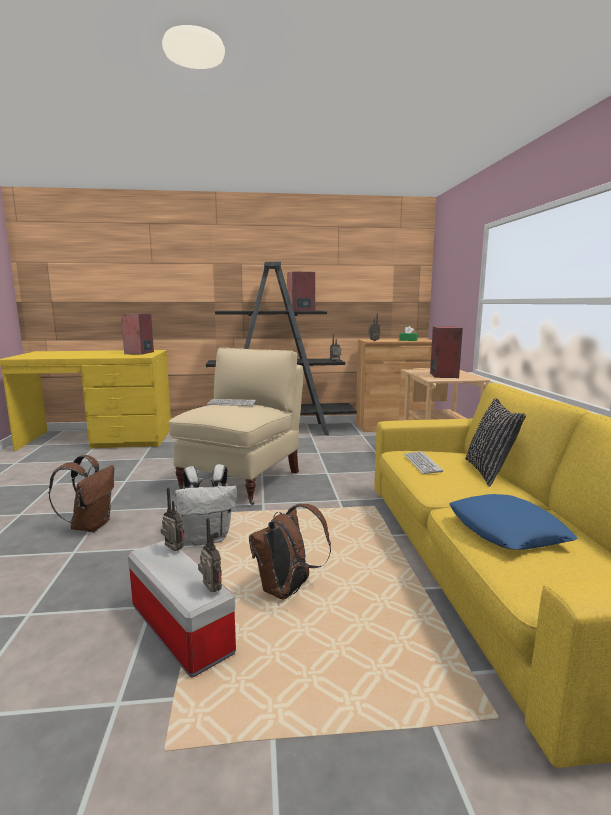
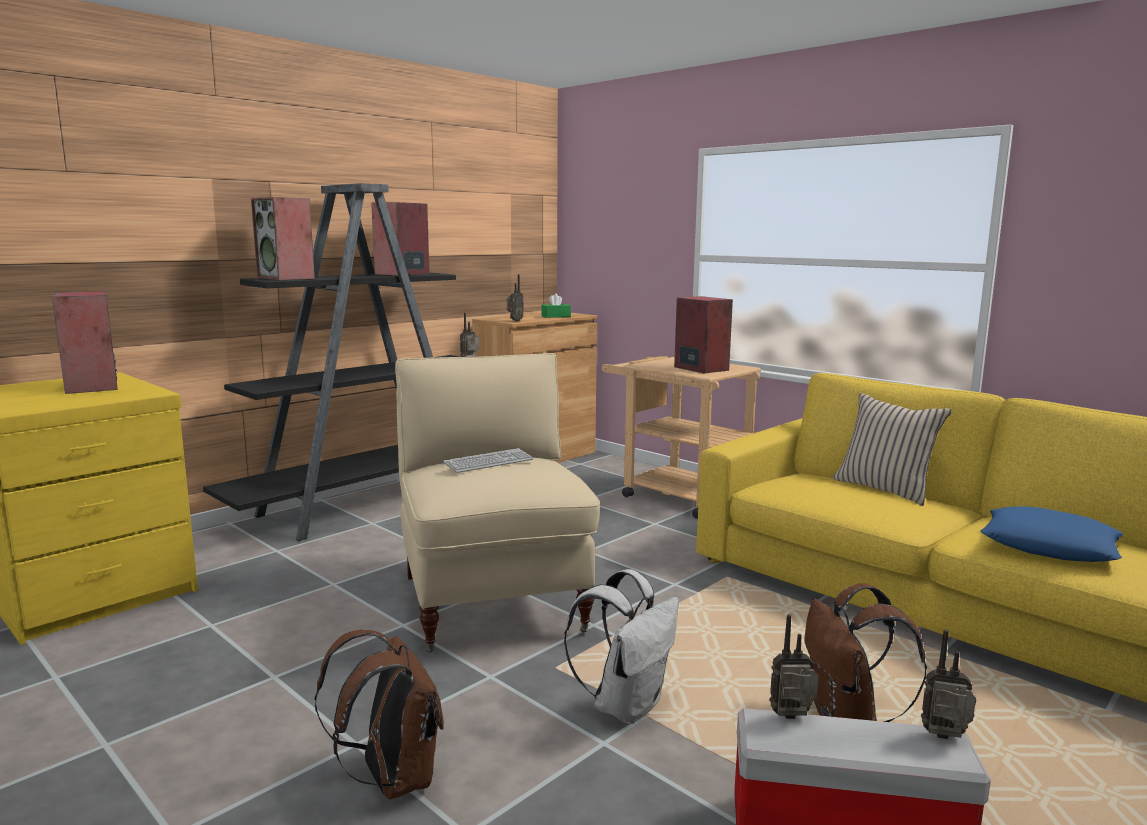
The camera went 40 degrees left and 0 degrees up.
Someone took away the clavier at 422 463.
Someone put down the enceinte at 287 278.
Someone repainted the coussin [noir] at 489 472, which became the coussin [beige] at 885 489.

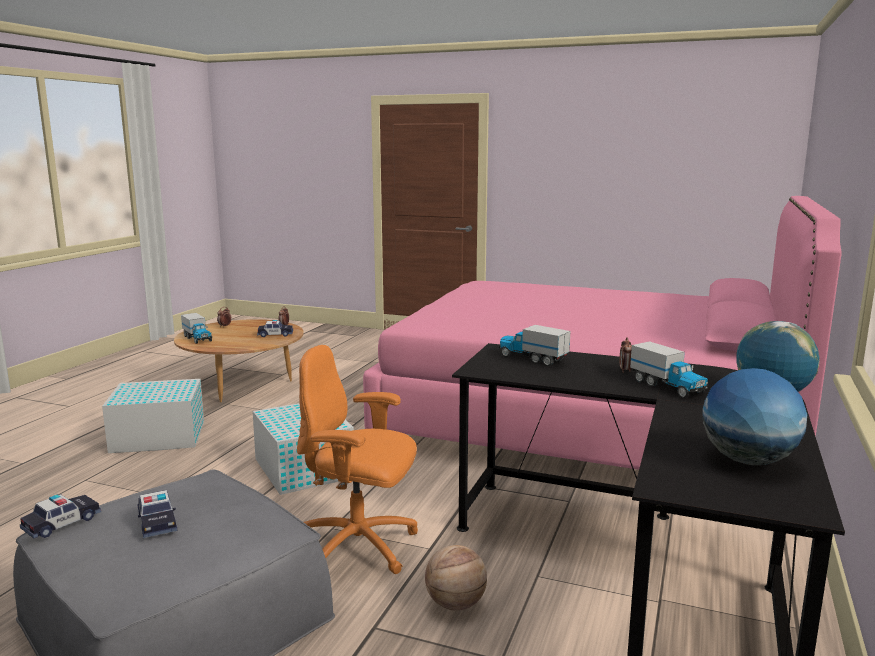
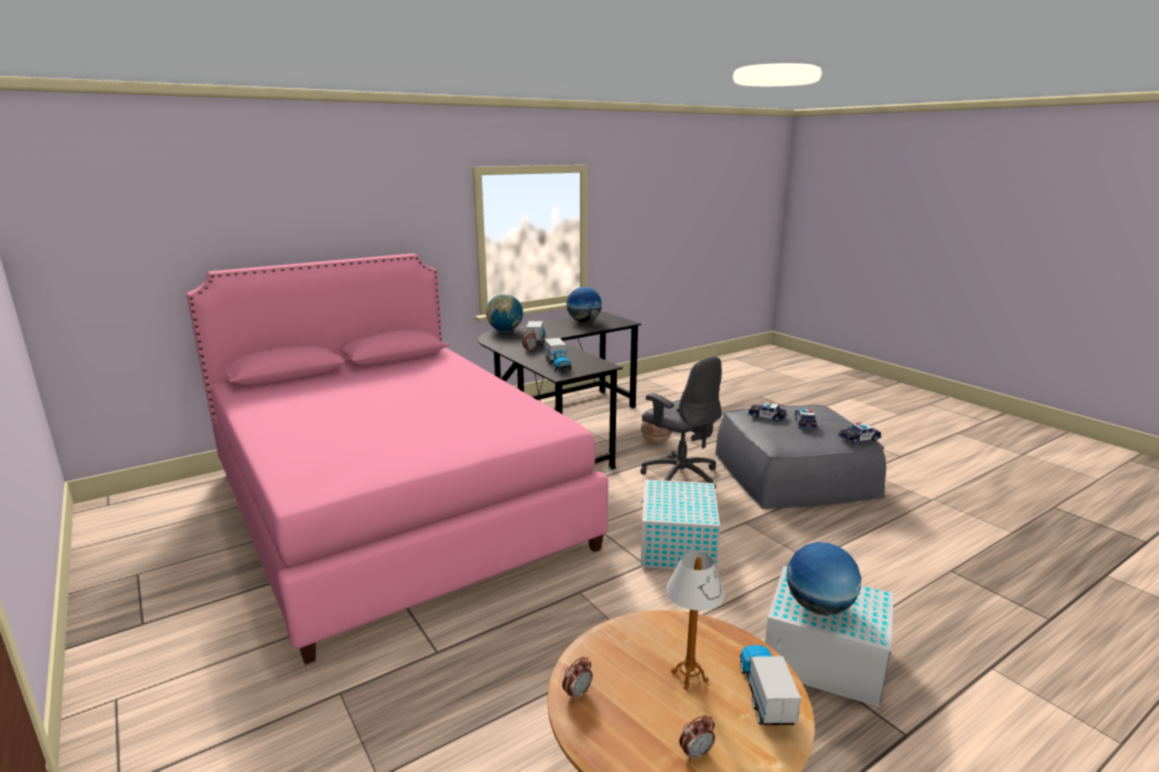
The camera went 145 degrees left and 5 degrees up.
Someone put down the lampe de table at 689 676.
Someone put down the globe at 818 607.
Someone carried the petite voiture from 275 334 to 767 417.
Someone repainted the chaise de bureau [orange] at 359 547, which became the chaise de bureau [gris] at 680 476.

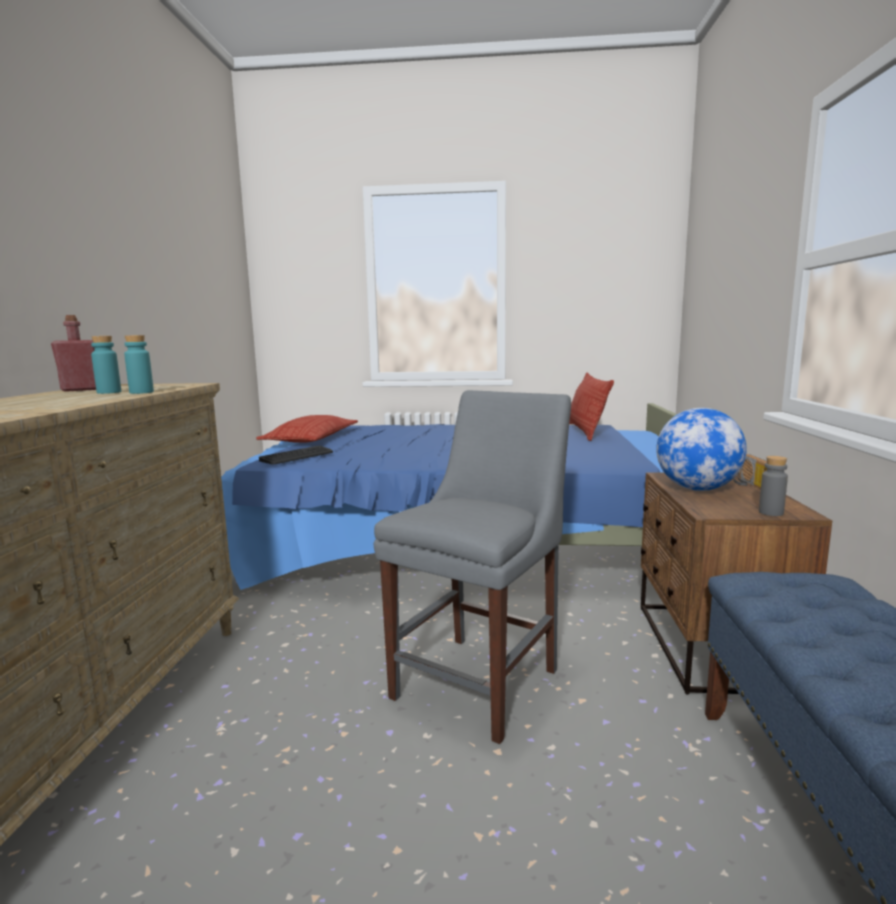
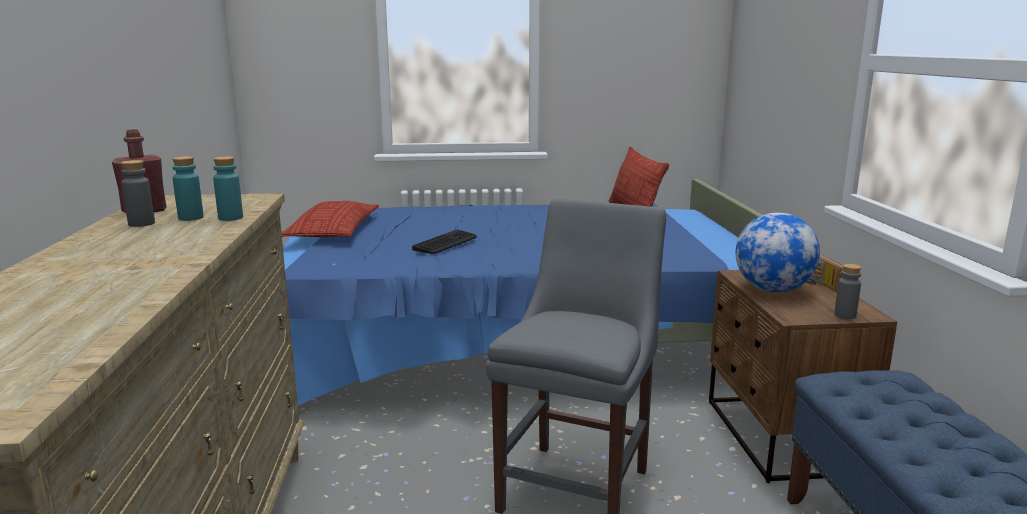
The camera went 10 degrees left and 5 degrees up.
Someone put down the bouteille [gris] at 141 224.
Someone carried the clavier from 297 456 to 446 243.

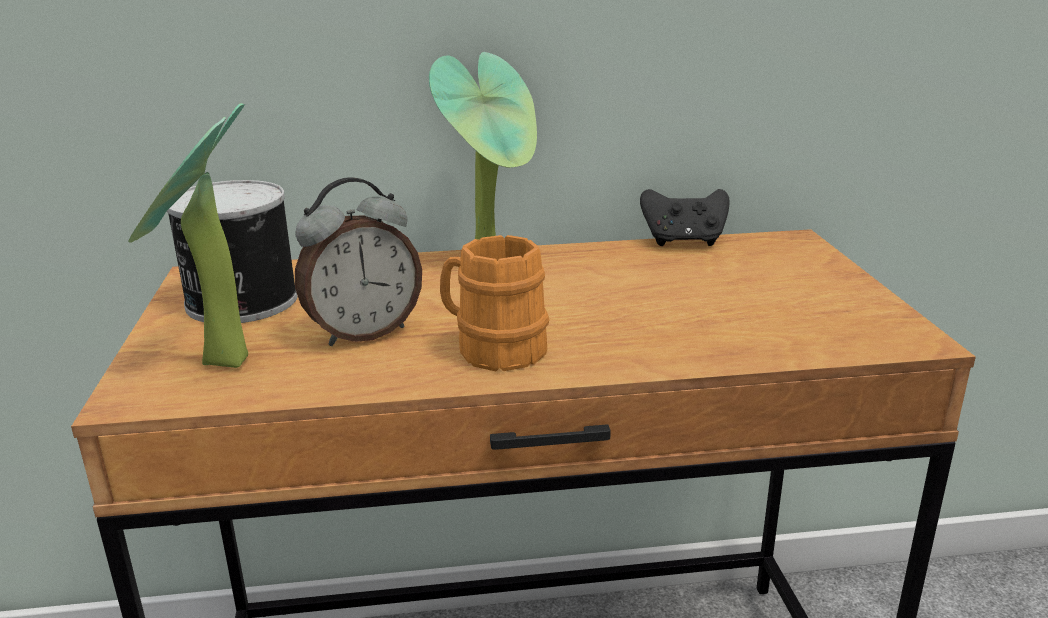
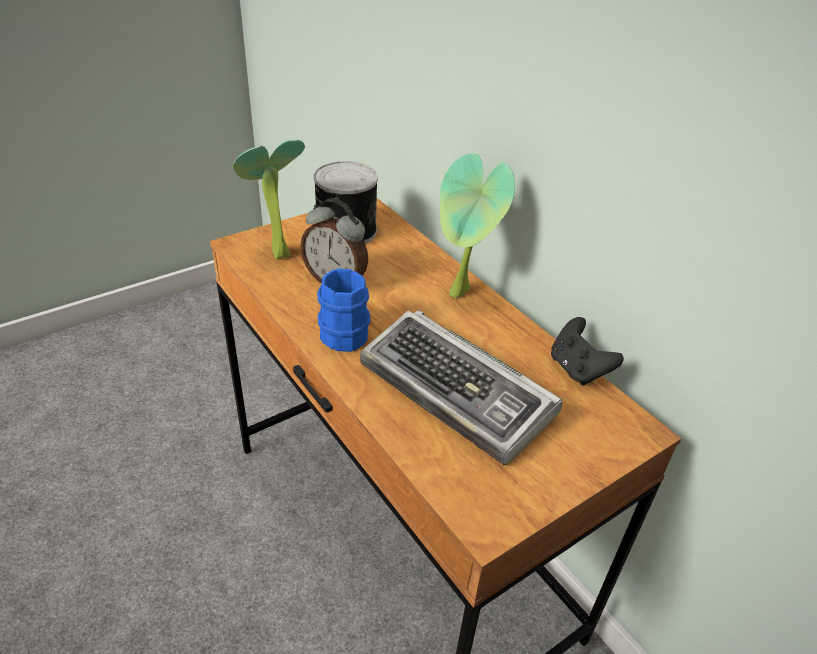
The camera went 60 degrees right and 15 degrees up.
Someone put down the clavier at 458 392.
Someone repainted the mug [orange] at 492 349, which became the mug [bleu] at 345 330.

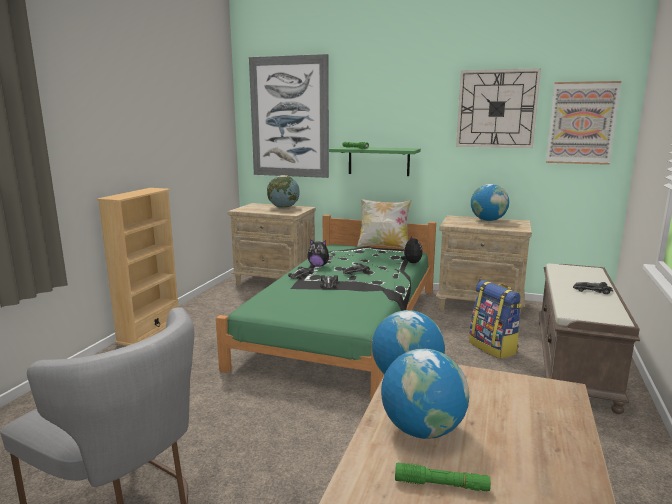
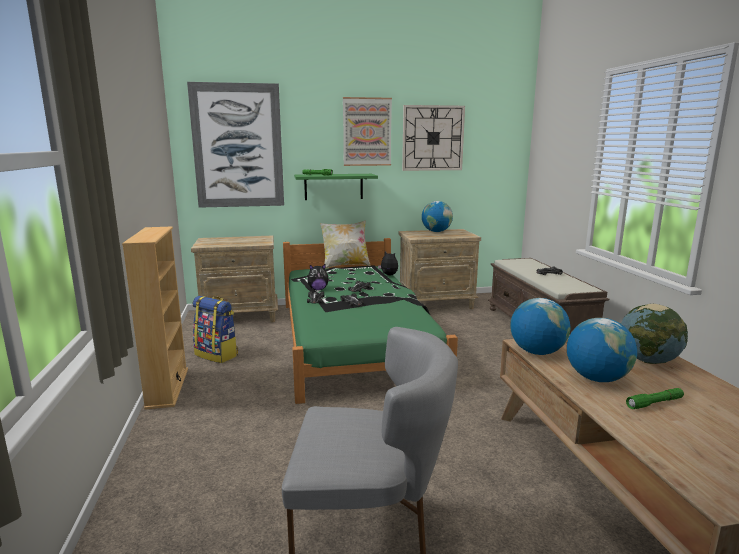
The camera went 30 degrees left and 0 degrees up.
Someone carried the globe from 283 207 to 648 360.
Someone carried the sac à dos from 493 347 to 217 355.
Someone carried the tableau from 581 123 to 367 132.

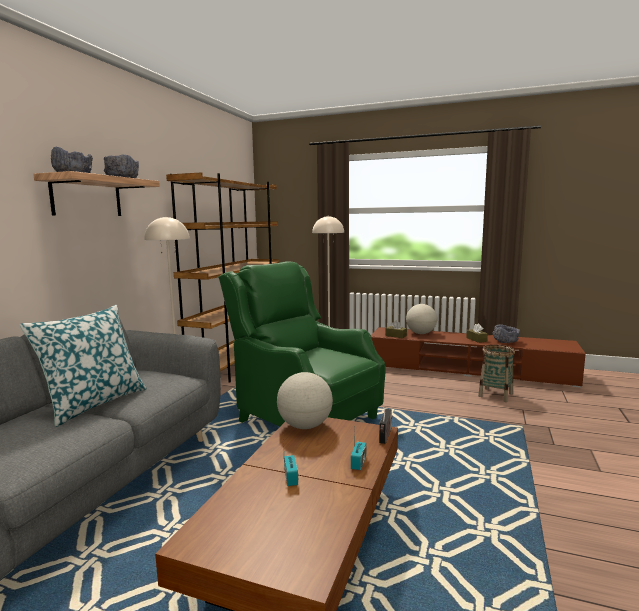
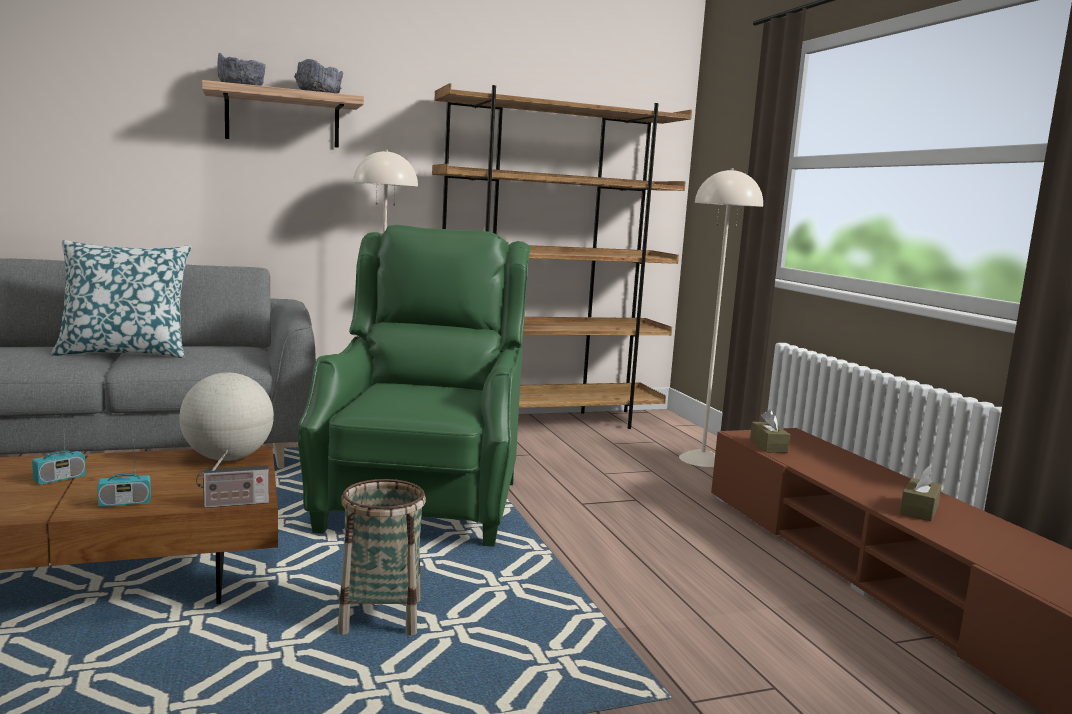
The camera went 50 degrees right and 0 degrees up.
Someone took away the globe at 421 333.
Someone took away the bol [gris] at 505 341.
Someone carried the panier from 495 395 to 380 617.

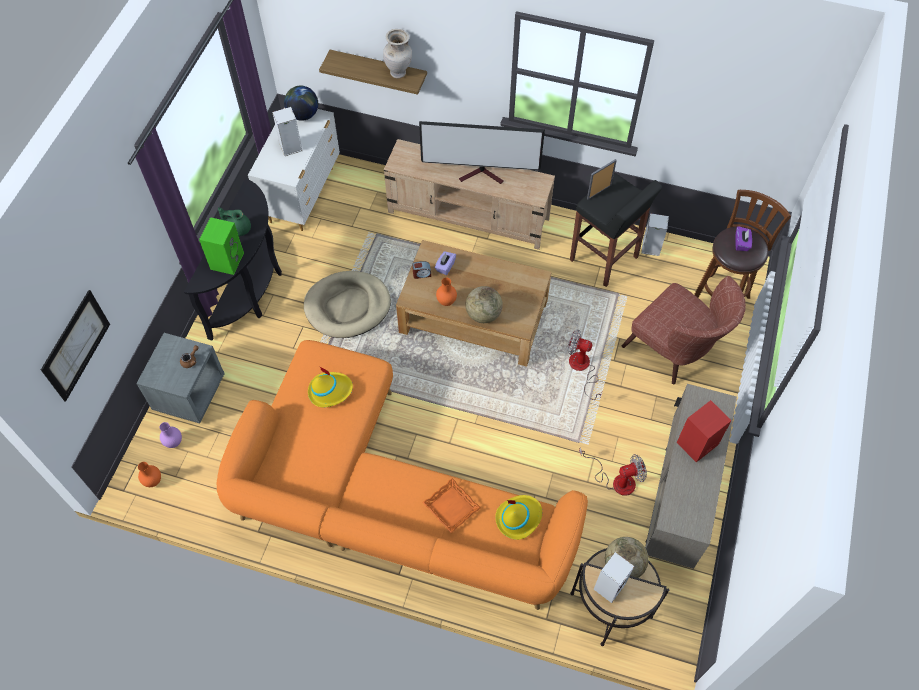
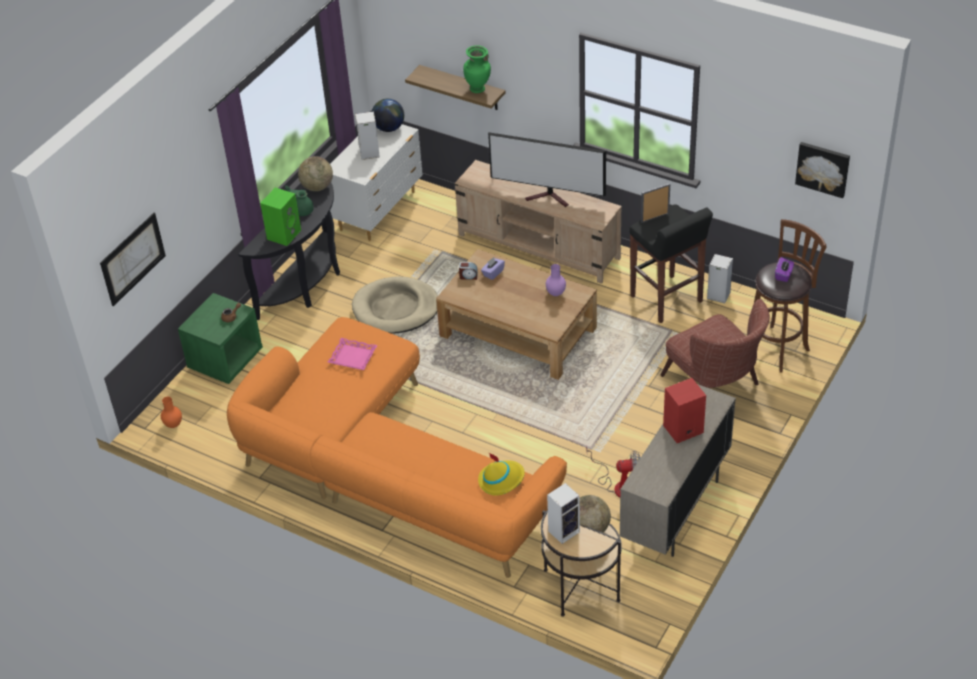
The camera went 15 degrees right and 15 degrees down.
Someone took away the plateau [orange] at 451 507.
Someone took away the vase [orange] at 446 301.
Someone took away the ventilateur at 582 369.
Someone put up the tableau at 823 168.
Someone carried the vase [violet] from 174 442 to 556 293.
Someone carried the globe from 483 314 to 317 187.
Someone swapped the chapeau [jaune] at 330 390 for the plateau [rose] at 353 357.
Someone repainted the table de chevet [gris] at 189 392, which became the table de chevet [vert] at 225 359.
Someone repainted the vase [beige] at 399 73, which became the vase [vert] at 478 89.

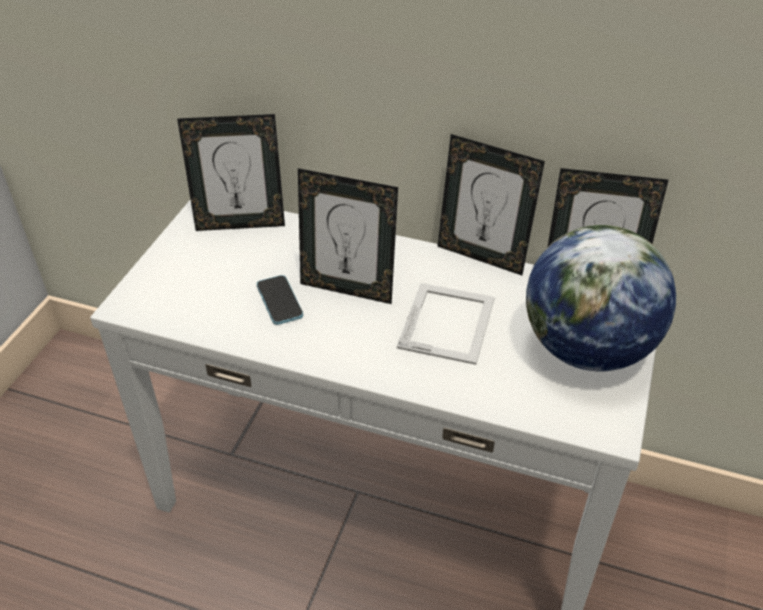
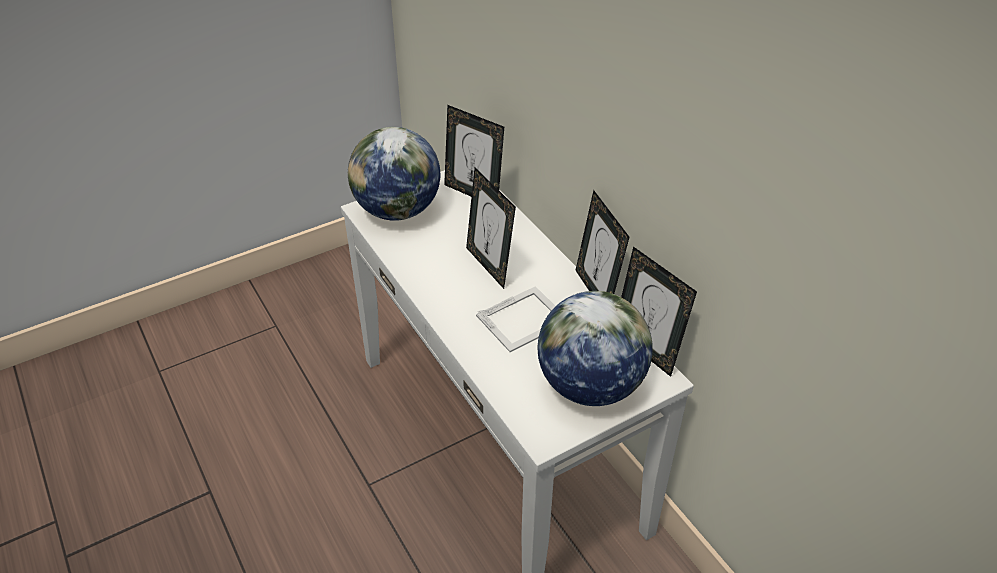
The camera went 40 degrees right and 0 degrees up.
Someone took away the téléphone at 279 301.
Someone put down the globe at 397 210.

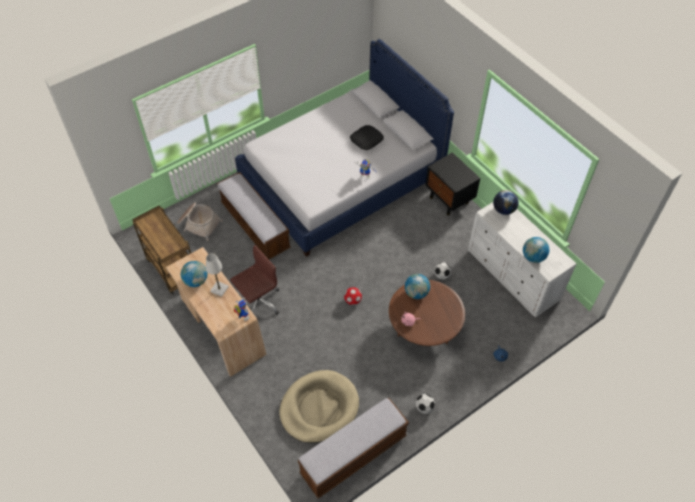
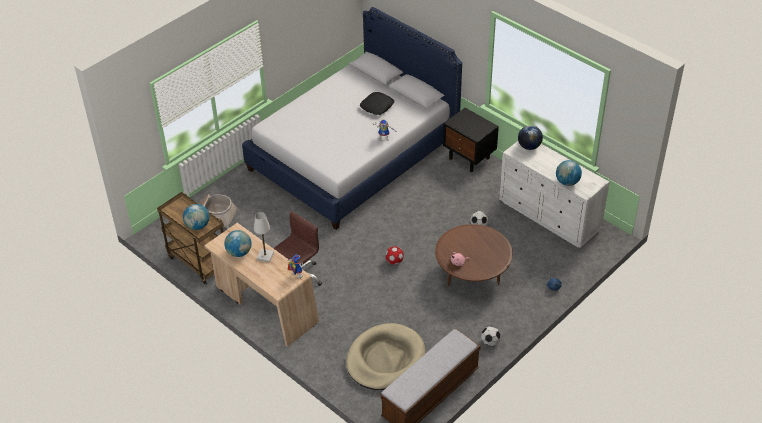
The camera went 10 degrees left and 10 degrees down.
Someone took away the banc at 255 226.
Someone carried the globe from 416 293 to 197 226.

